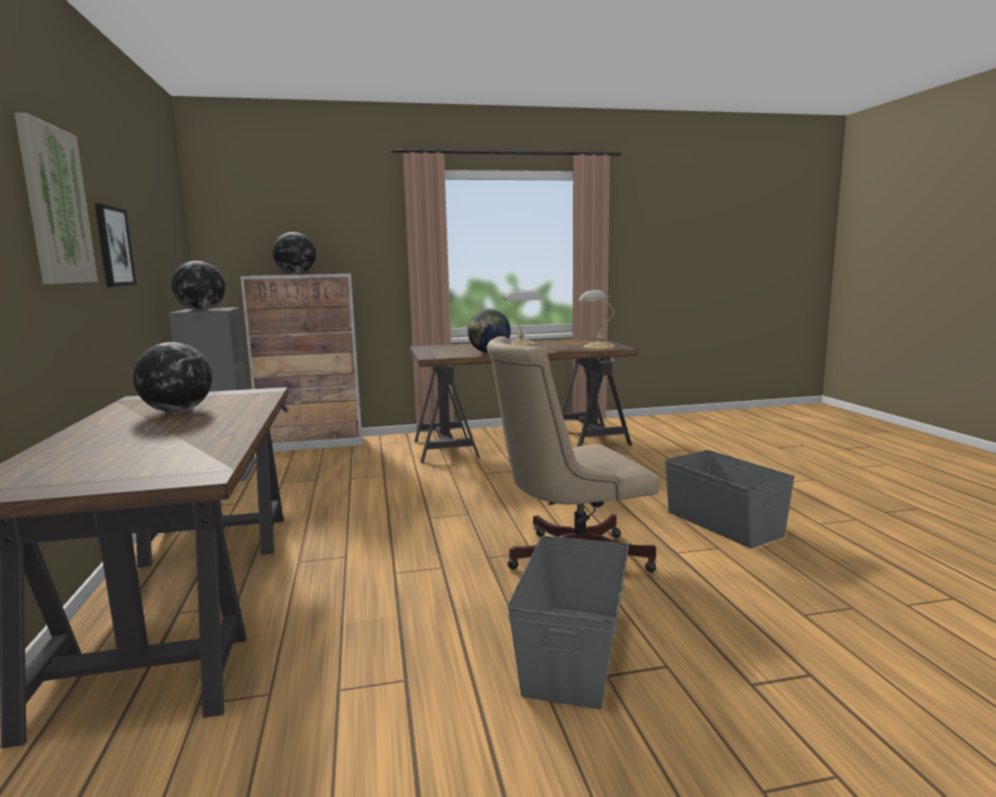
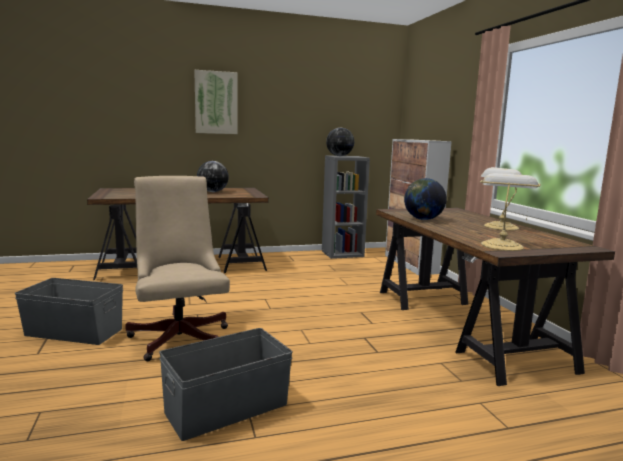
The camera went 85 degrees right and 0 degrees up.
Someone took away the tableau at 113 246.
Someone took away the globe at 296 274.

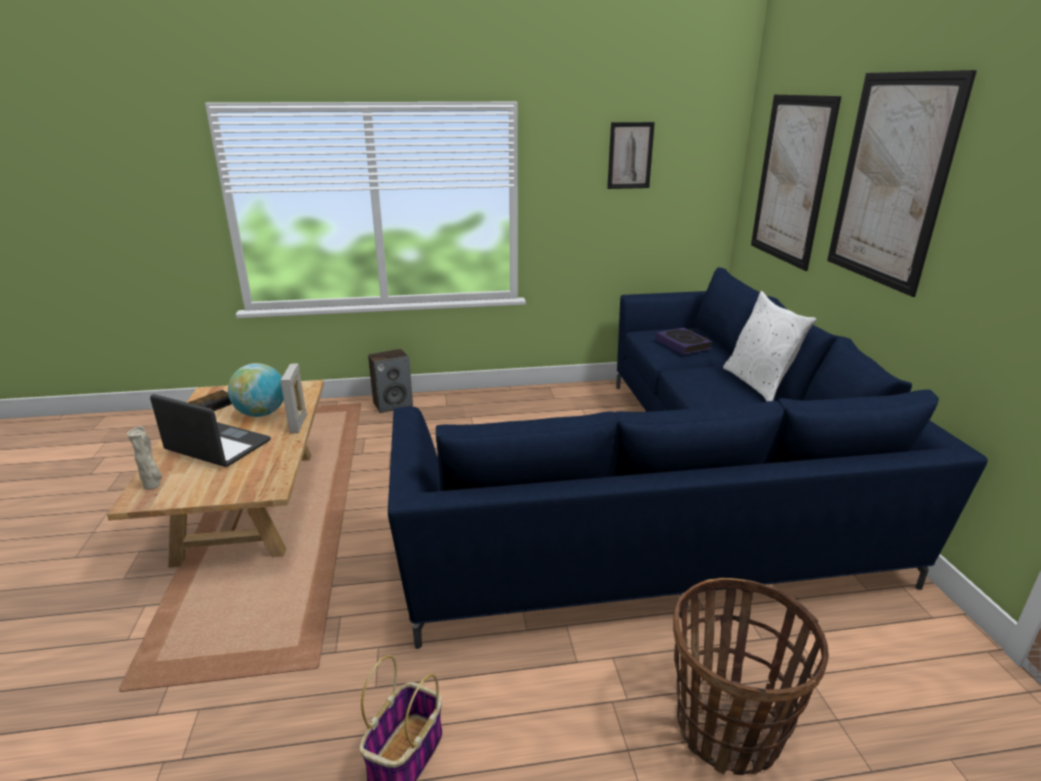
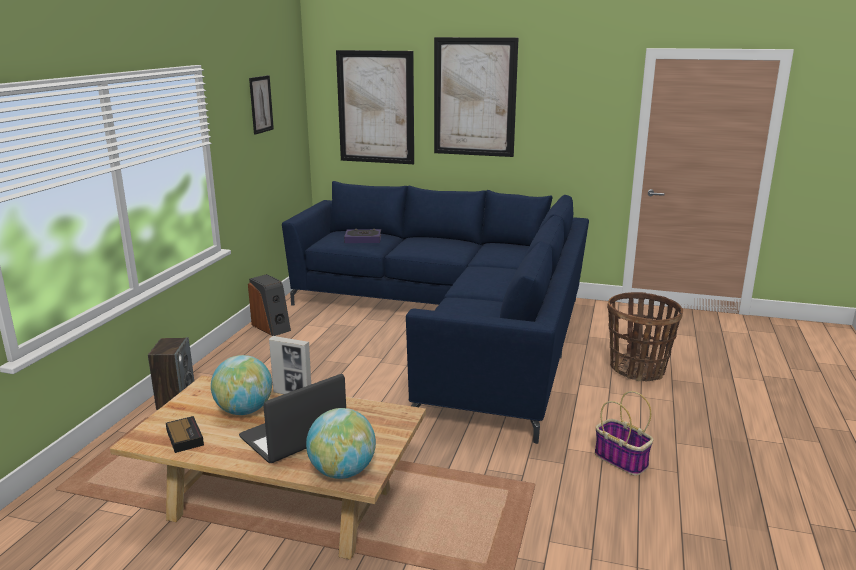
The camera went 65 degrees left and 5 degrees down.
Someone took away the coussin [blanc] at 758 384.
Someone put down the enceinte at 271 327.
Someone swapped the vase [beige] at 153 486 for the globe at 342 472.

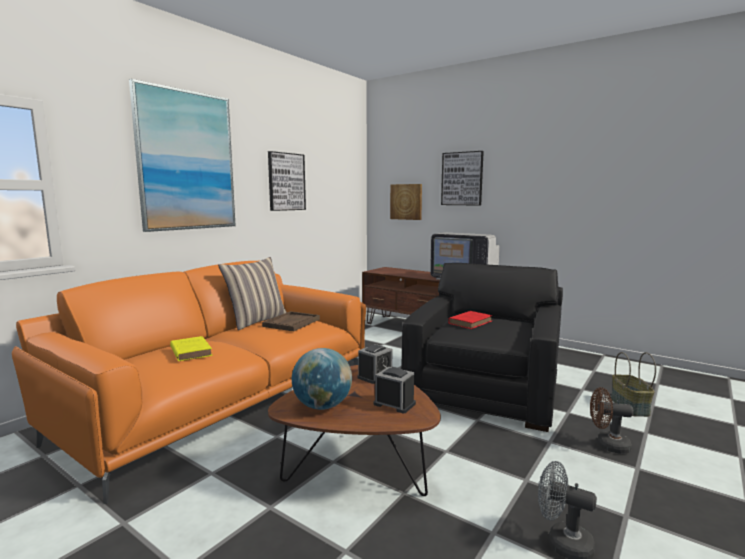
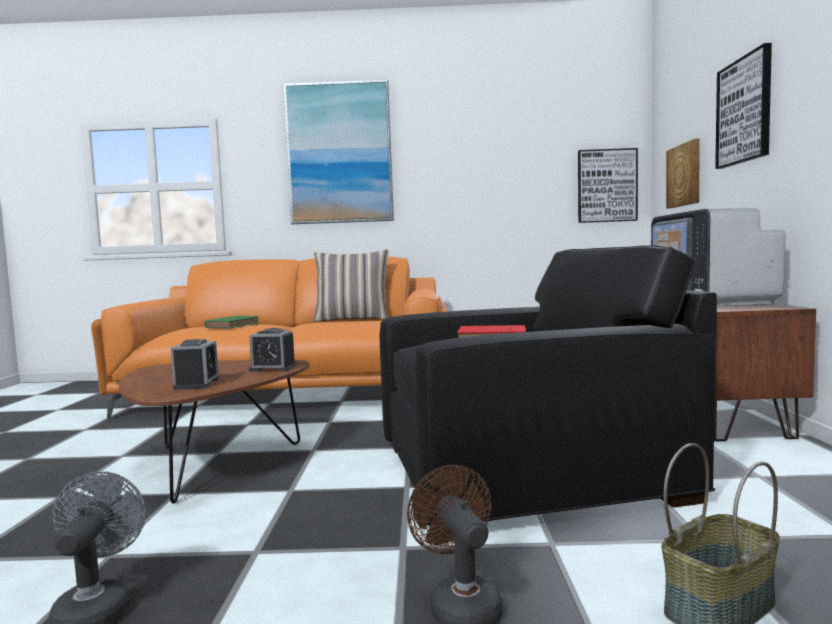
The camera went 55 degrees right and 5 degrees down.
Someone took away the plateau [marron] at 291 323.
Someone took away the globe at 322 406.
Someone carried the tableau from 286 182 to 606 186.
Someone repainted the livre [jaune] at 190 351, which became the livre [vert] at 233 325.

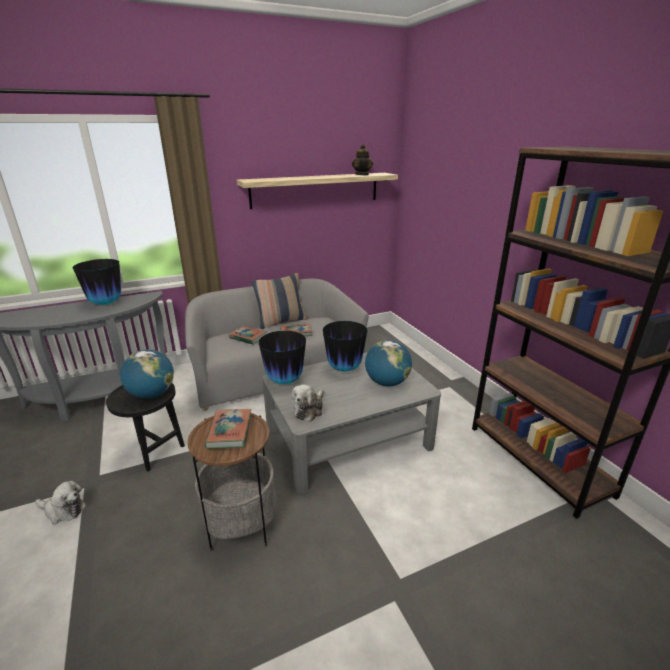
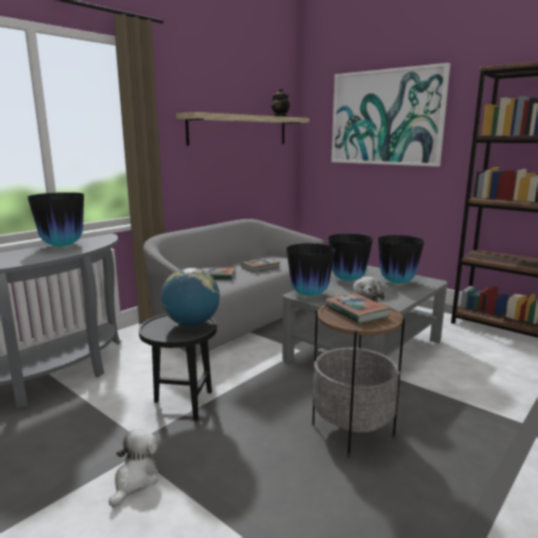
The camera went 25 degrees left and 10 degrees down.
Someone took away the coussin at 281 321.
Someone put up the tableau at 386 118.
Someone swapped the globe at 387 383 for the vase at 397 282.
Someone rotated the peluche at 63 510 by 60 degrees counterclockwise.

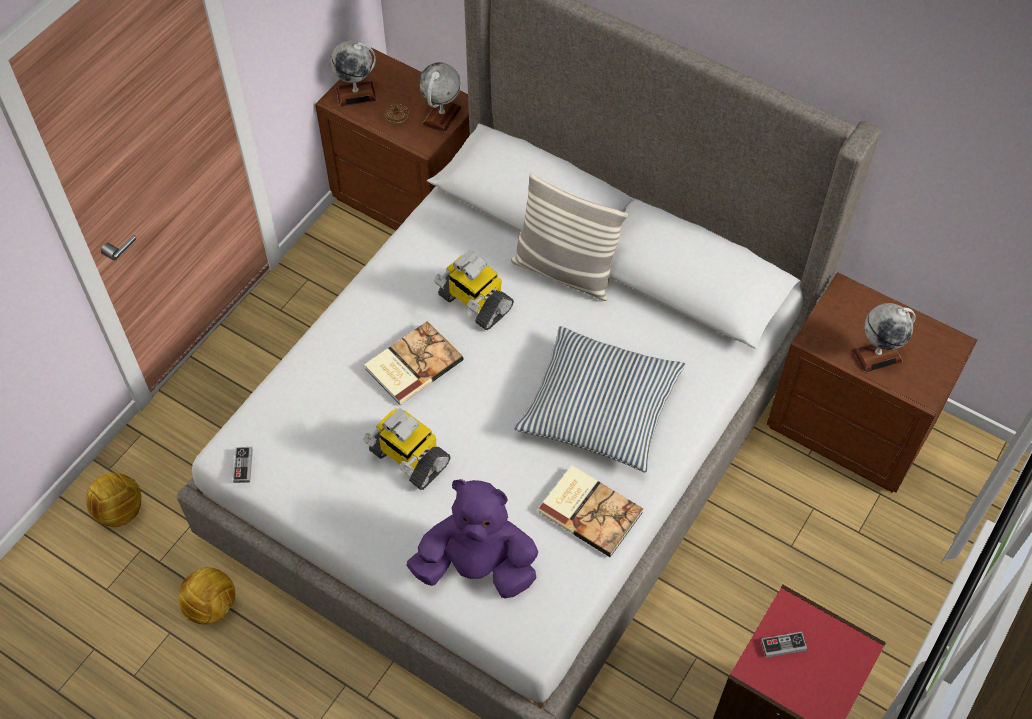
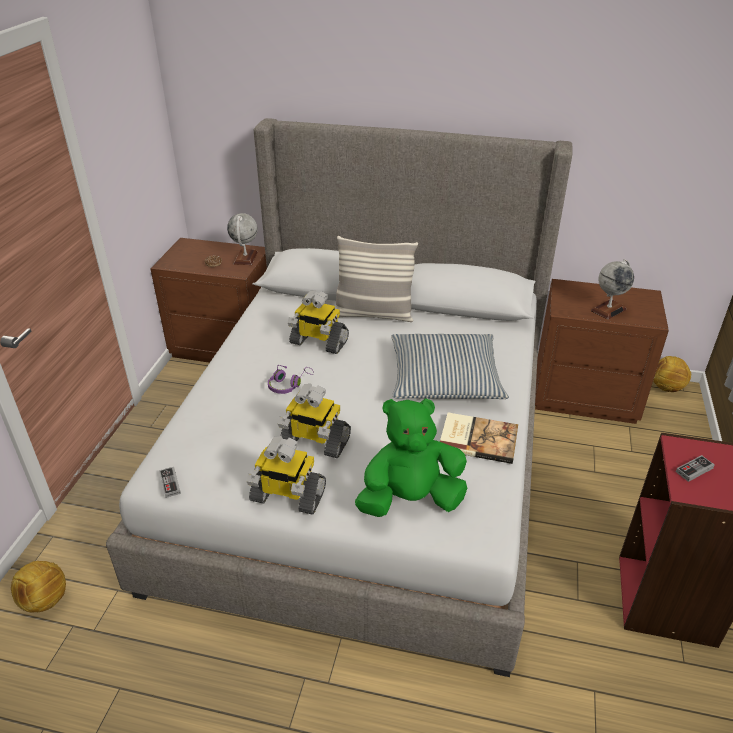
The camera went 20 degrees left and 20 degrees down.
Someone took away the globe at 356 94.
Someone put down the robot jouet at 287 496.
Someone carried the ballon de foot from 212 606 to 666 387.
Someone swapped the livre at 412 364 for the casque audio [violet] at 288 384.
Someone repainted the peluche [violet] at 477 567, which became the peluche [vert] at 410 500.

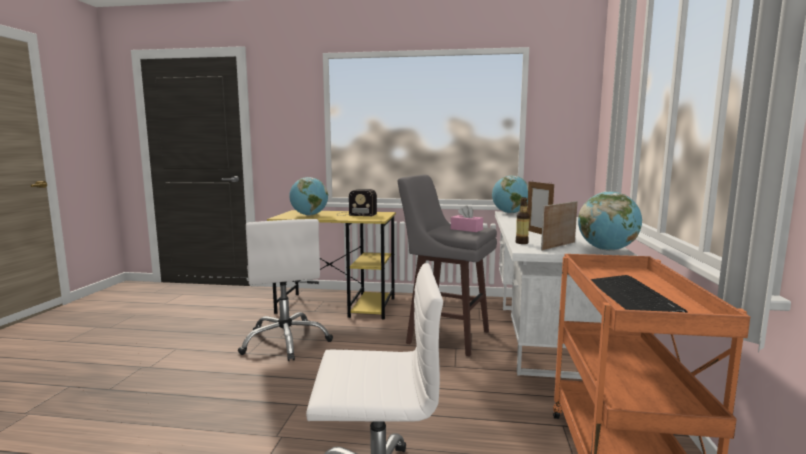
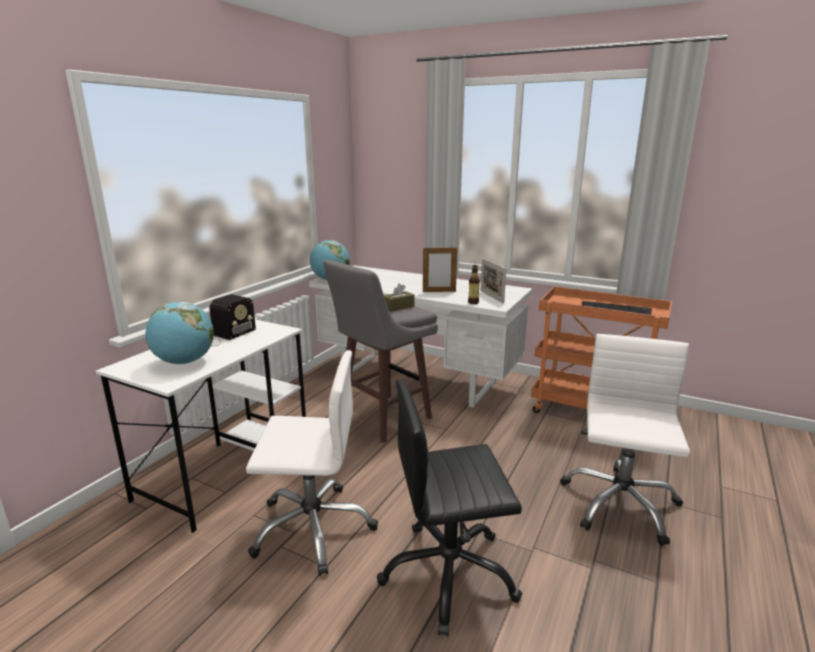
The camera went 70 degrees left and 10 degrees up.
Someone took away the globe at 607 250.
Someone put down the chaise de bureau [noir] at 448 574.
Someone repainted the bureau [jaune] at 338 306, which became the bureau [blanc] at 227 469.
Someone repainted the boîte à mouchoirs [rose] at 466 229, which became the boîte à mouchoirs [marron] at 398 307.

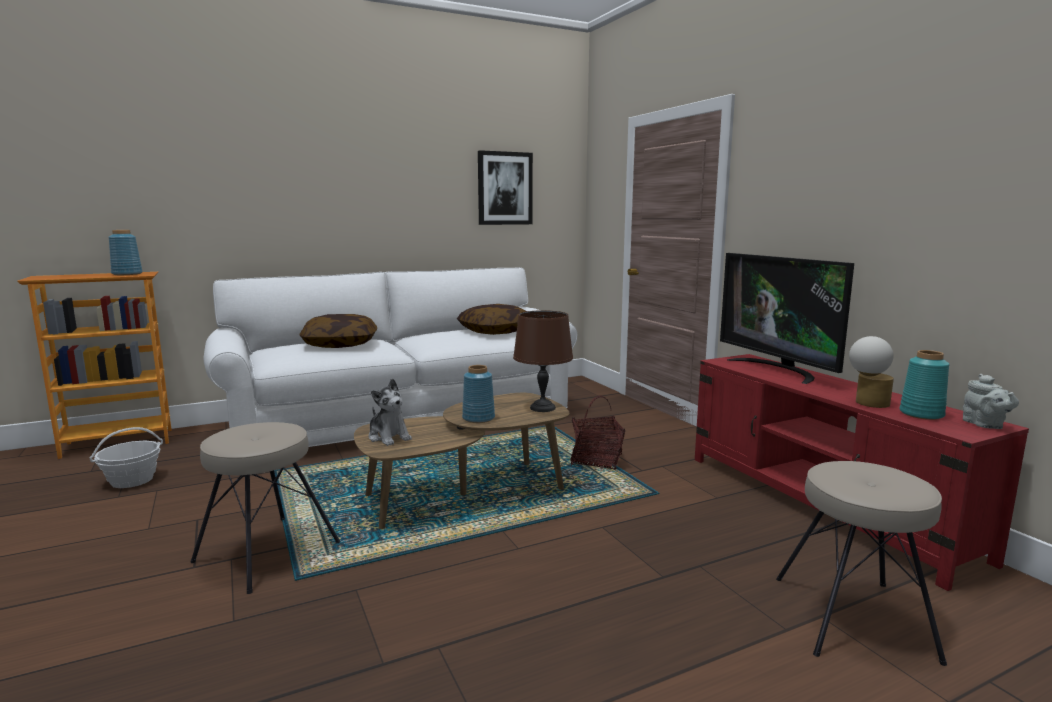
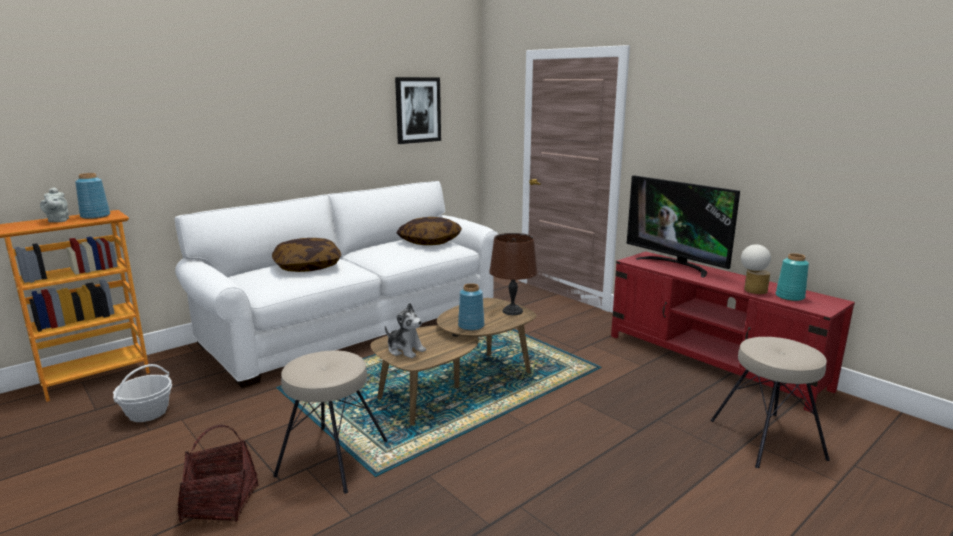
The camera went 15 degrees left and 5 degrees up.
Someone carried the panier from 597 460 to 221 503.
Someone carried the théière [gris] from 985 425 to 58 221.

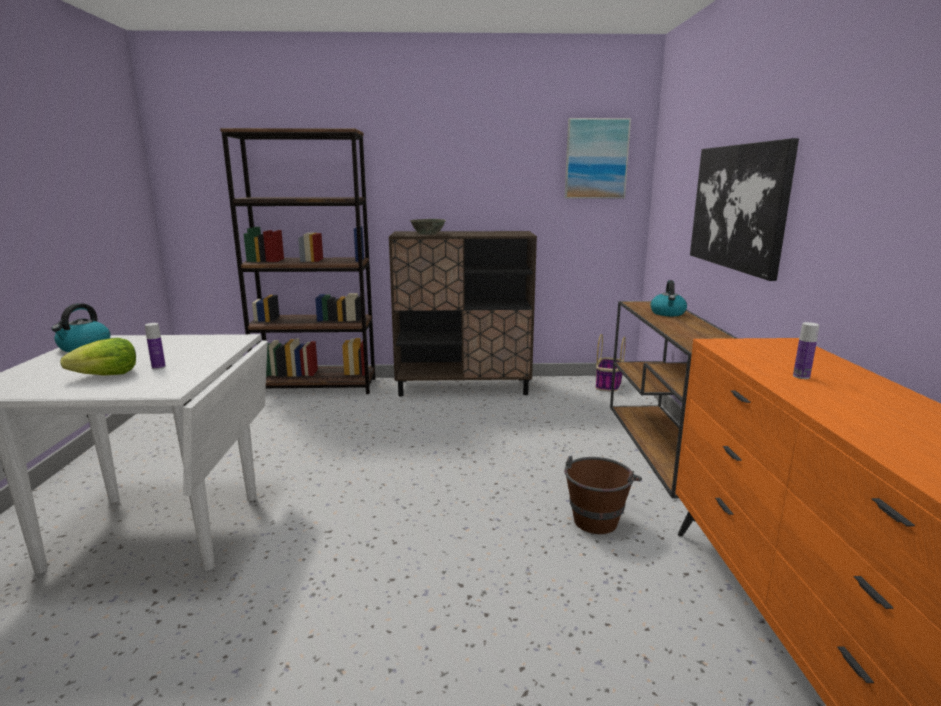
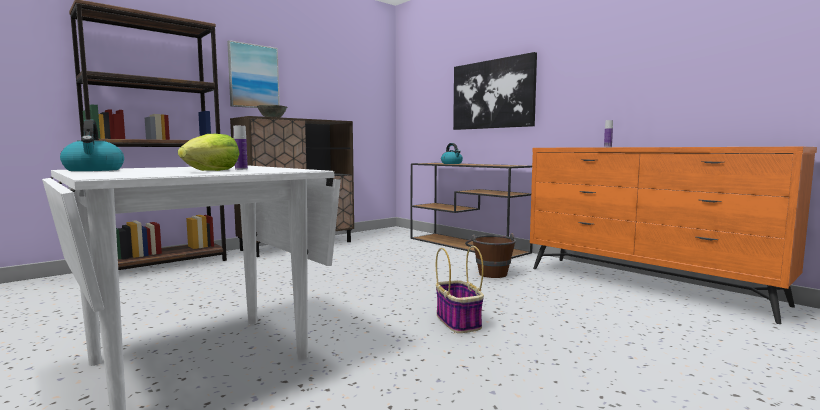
The camera went 40 degrees left and 10 degrees down.
Someone carried the tableau from 596 159 to 253 76.
Someone carried the panier from 608 385 to 459 322.

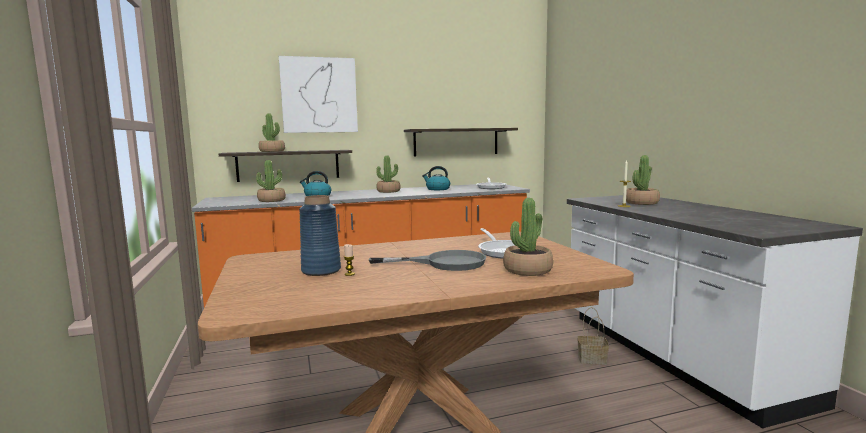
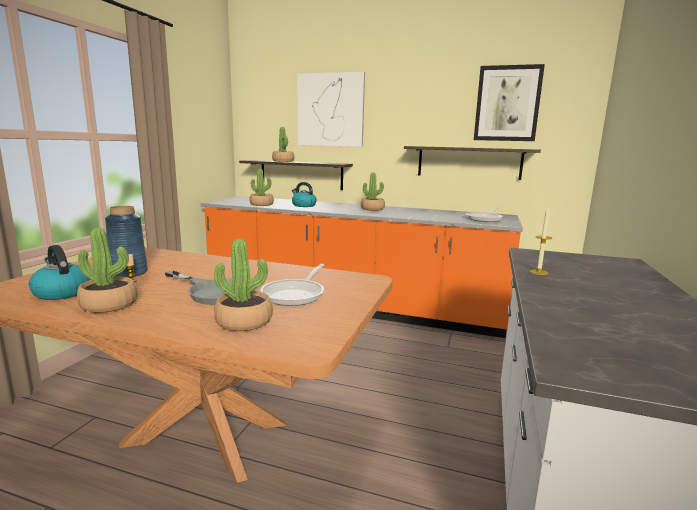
The camera went 35 degrees right and 5 degrees up.
Someone took away the panier at 591 359.
Someone put up the tableau at 507 104.
Someone carried the bouilloire from 437 189 to 61 292.
Someone carried the plante en pot from 641 203 to 109 304.

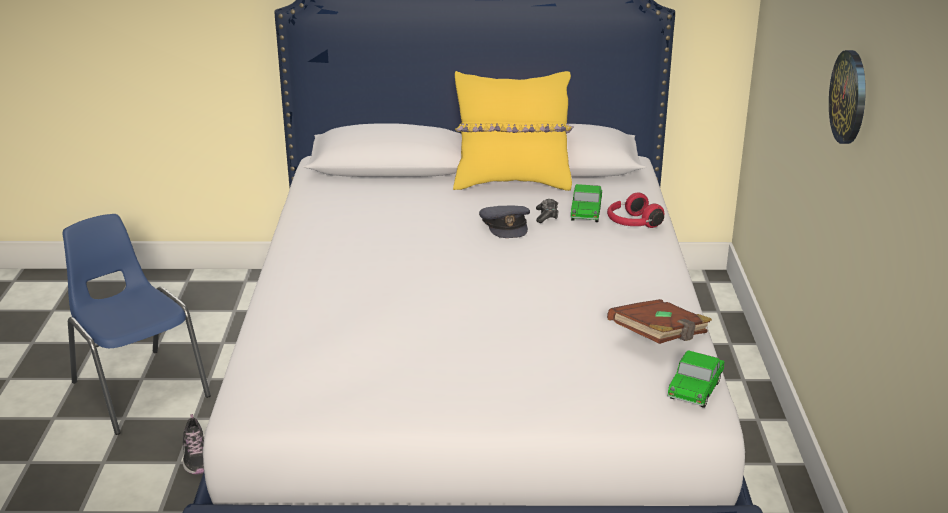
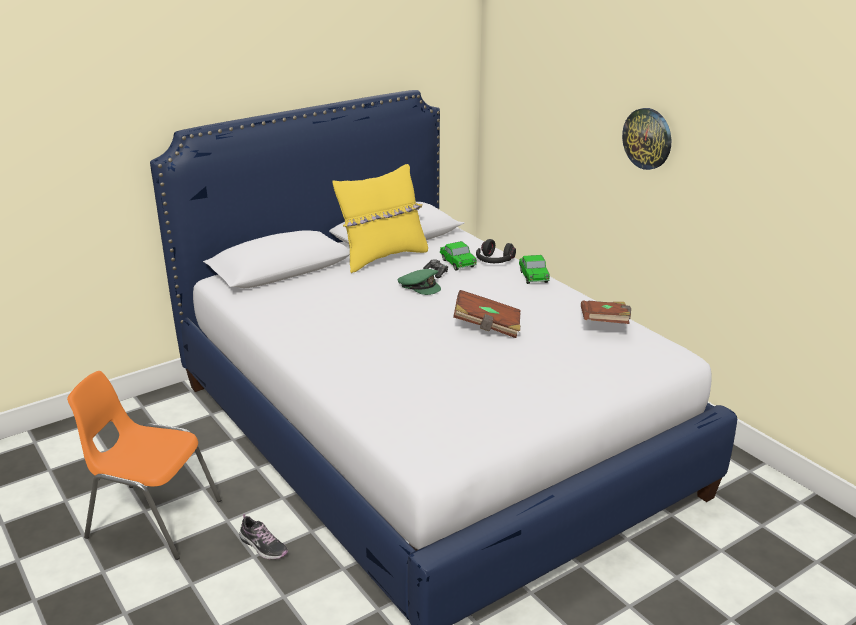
The camera went 35 degrees left and 0 degrees up.
Someone put down the livre [marron] at 487 327.
Someone carried the petite voiture from 695 390 to 533 277.
Someone repainted the chaise [bleu] at 139 389, which became the chaise [orange] at 152 519.
Someone repainted the casquette [gris] at 505 226, which became the casquette [vert] at 420 286.
Someone repainted the casque audio [rouge] at 632 223, which became the casque audio [noir] at 494 261.

